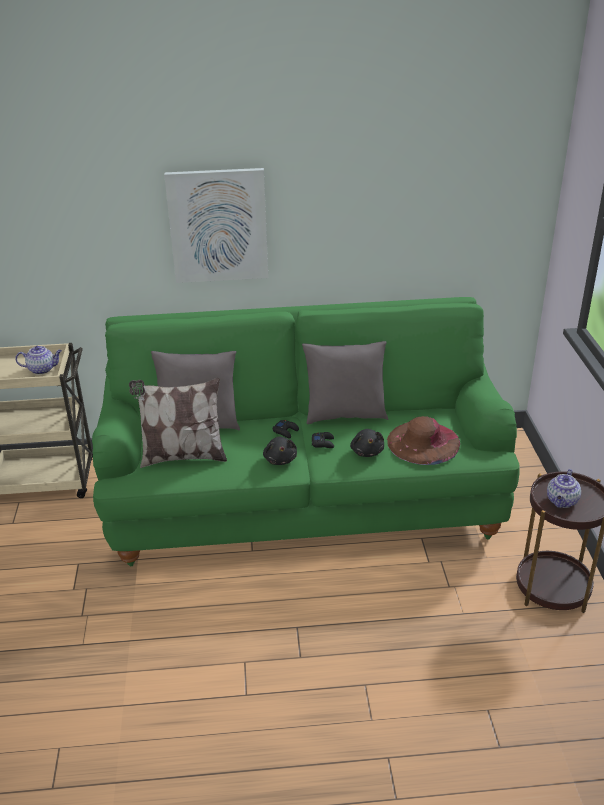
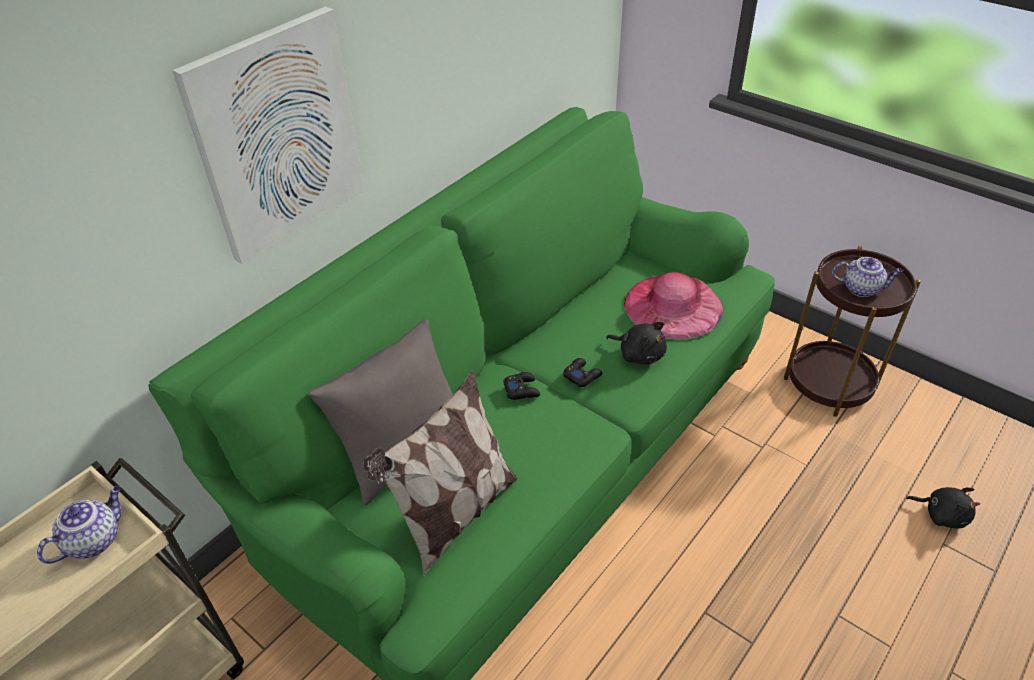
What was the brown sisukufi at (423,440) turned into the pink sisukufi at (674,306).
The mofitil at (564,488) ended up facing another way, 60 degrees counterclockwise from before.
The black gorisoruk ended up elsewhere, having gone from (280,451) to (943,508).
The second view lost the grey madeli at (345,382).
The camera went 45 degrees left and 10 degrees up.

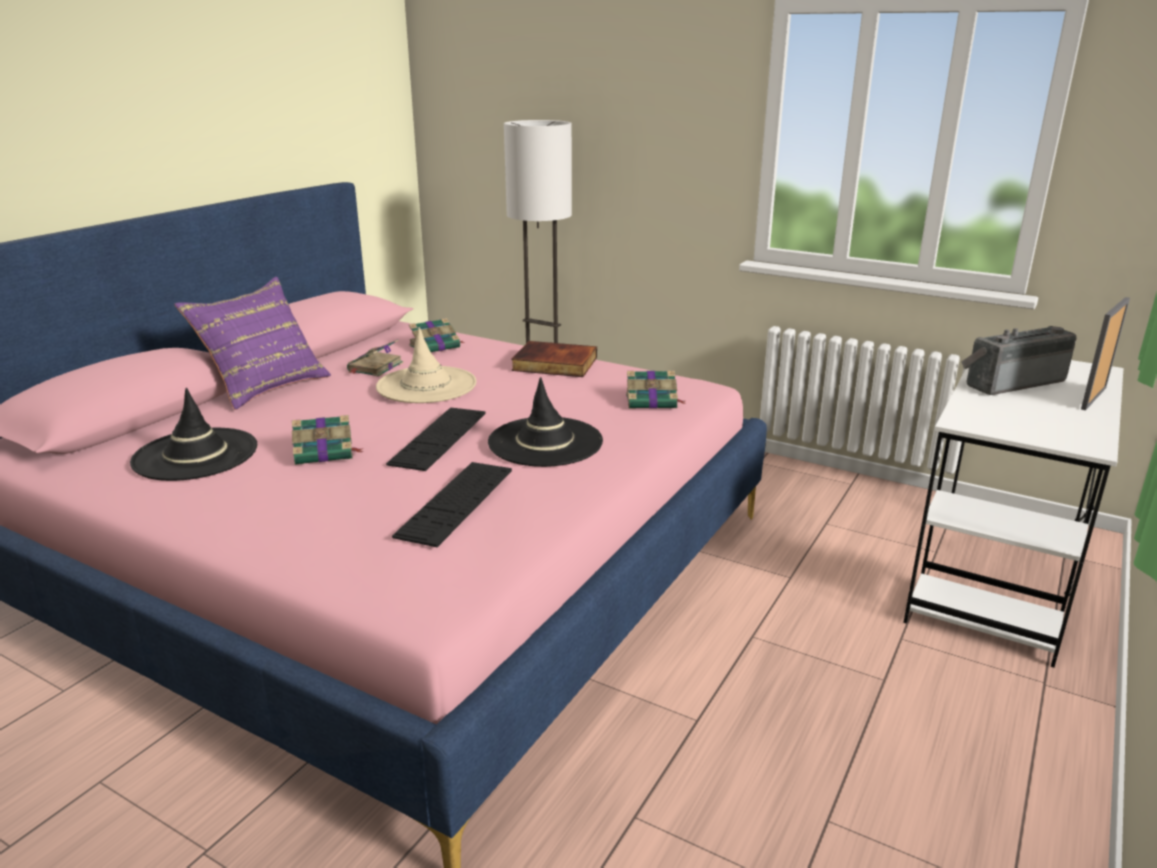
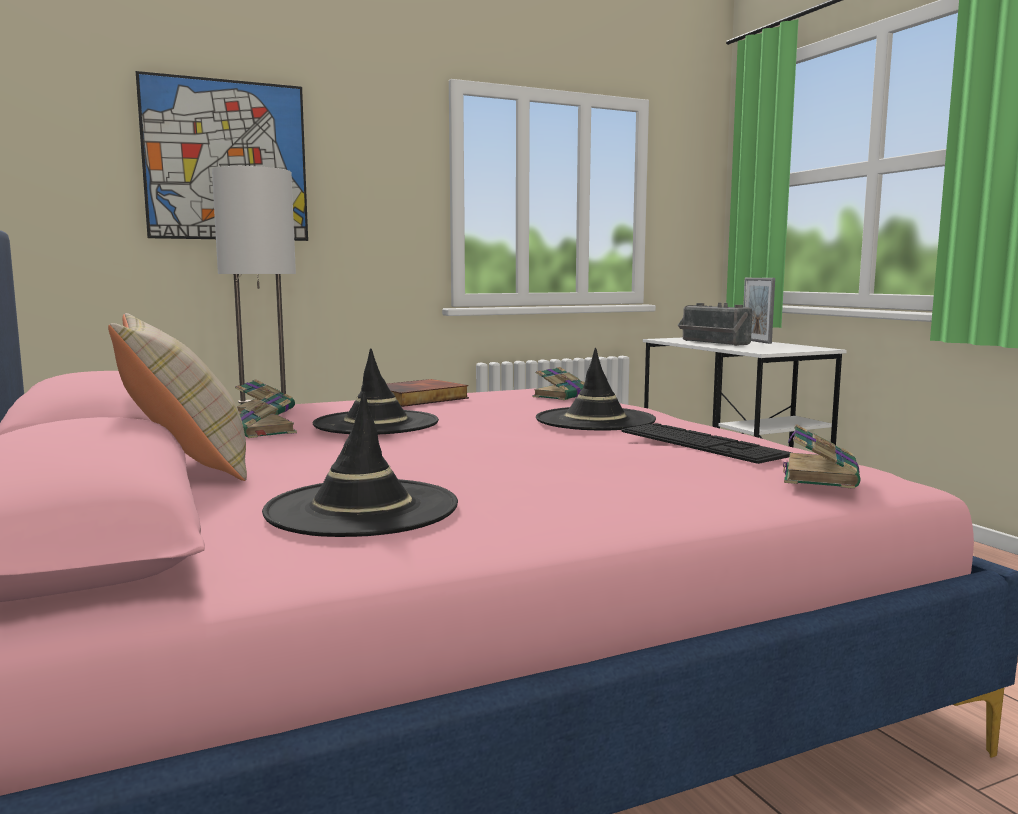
What was the purple madeli at (253,343) turned into the beige madeli at (177,397).
The second view gained the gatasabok at (222,156).
What was the beige sisukufi at (426,365) turned into the black sisukufi at (376,391).
The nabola at (1019,360) ended up facing another way, 45 degrees counterclockwise from before.
The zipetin ended up elsewhere, having gone from (328,440) to (821,456).
The second view lost the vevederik at (436,439).
The camera went 55 degrees left and 15 degrees down.

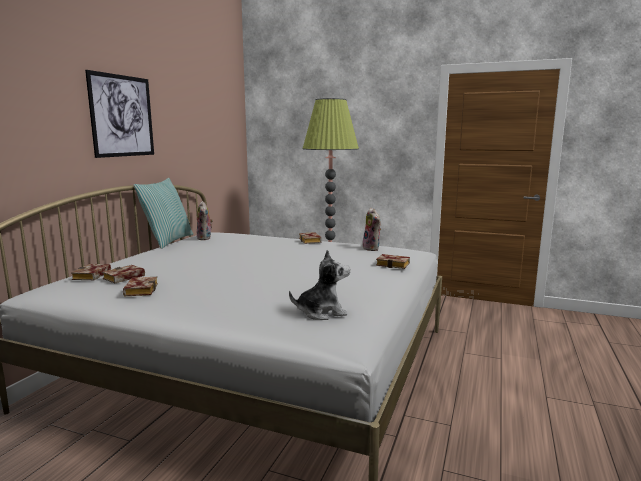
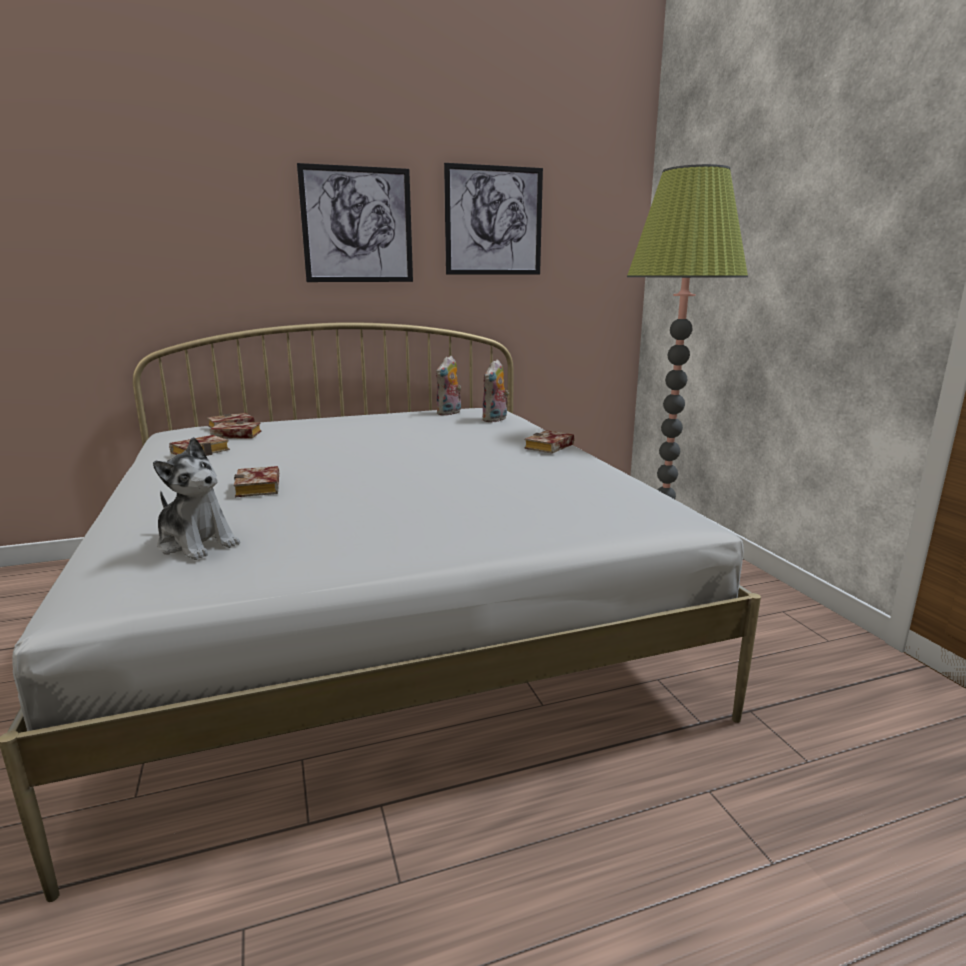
The zipetin ended up elsewhere, having gone from (393,261) to (256,481).
The second view gained the gatasabok at (493,218).
The gorisoruk ended up elsewhere, having gone from (371,229) to (496,390).
The second view lost the madeli at (163,213).
The camera went 50 degrees right and 5 degrees up.

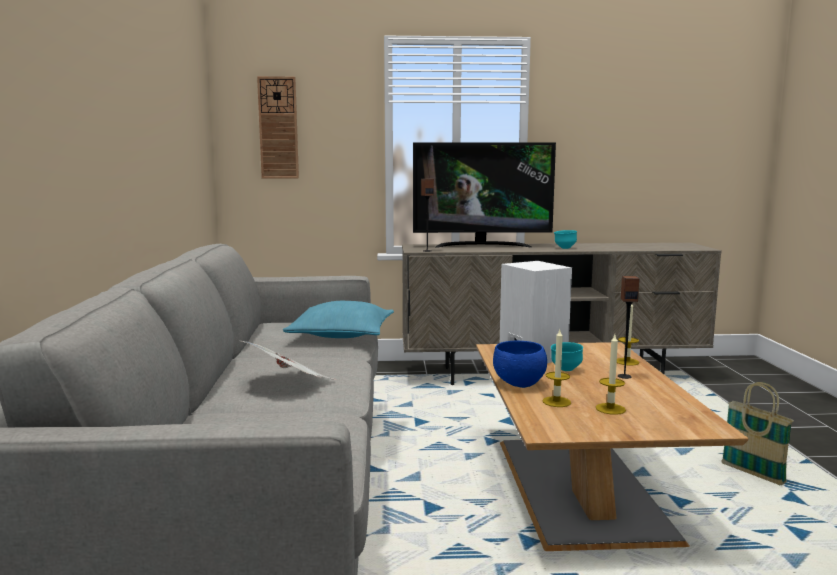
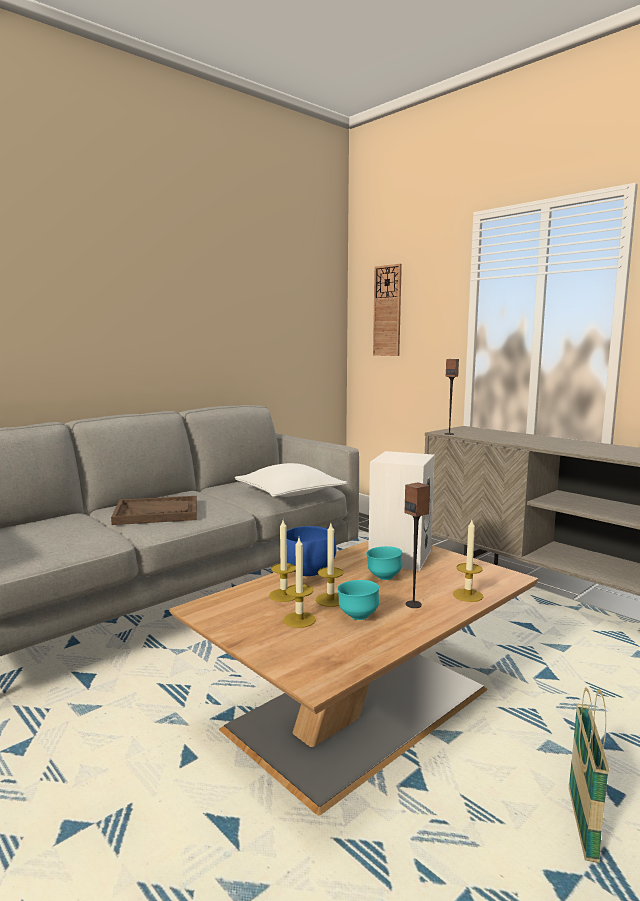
Where the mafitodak stood at (287,360), the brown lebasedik came to stand at (154,510).
What was the turquoise madeli at (338,319) turned into the white madeli at (291,480).
The second view gained the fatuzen at (330,565).
The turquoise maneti ended up elsewhere, having gone from (565,239) to (358,600).
The second view lost the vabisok at (484,195).
The camera went 50 degrees right and 0 degrees up.

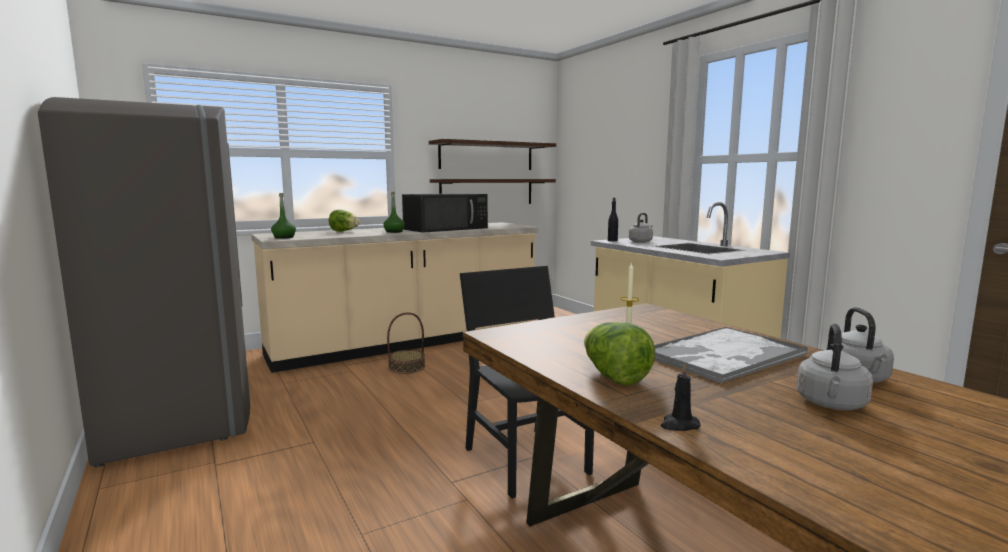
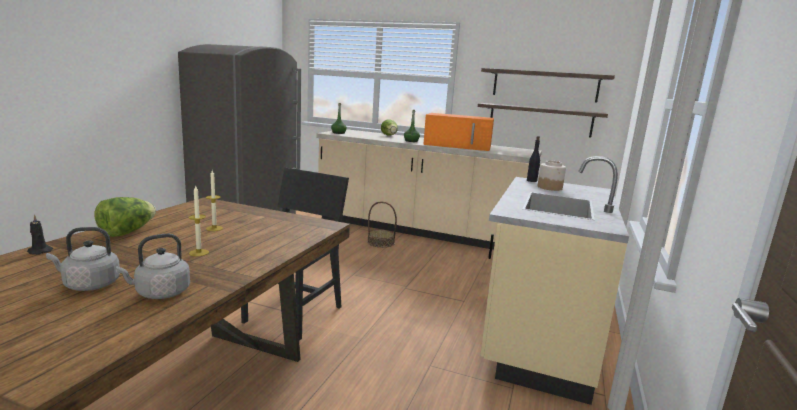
Where the lebasedik stood at (731,355), the fatuzen came to stand at (198,220).
What was the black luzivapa at (445,213) turned into the orange luzivapa at (458,132).
Where the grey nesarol stood at (641,228), the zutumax came to stand at (552,175).
The camera went 50 degrees right and 5 degrees up.

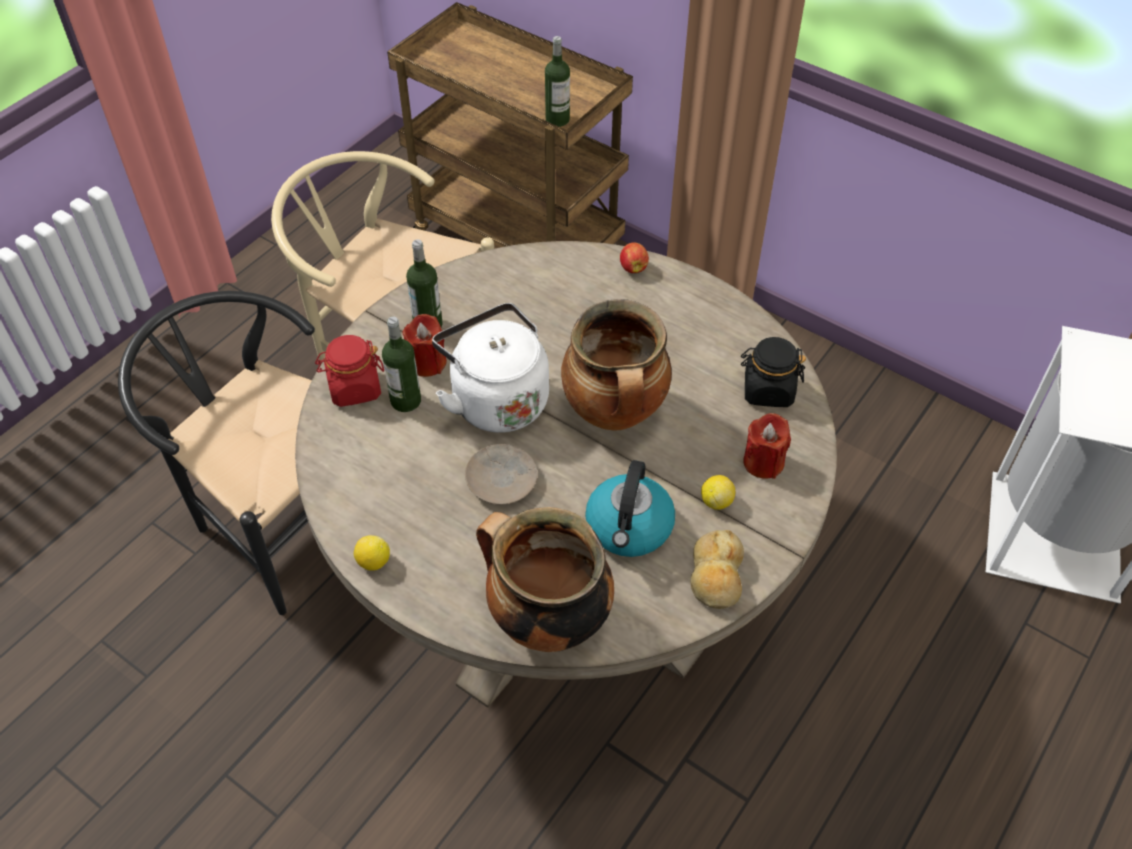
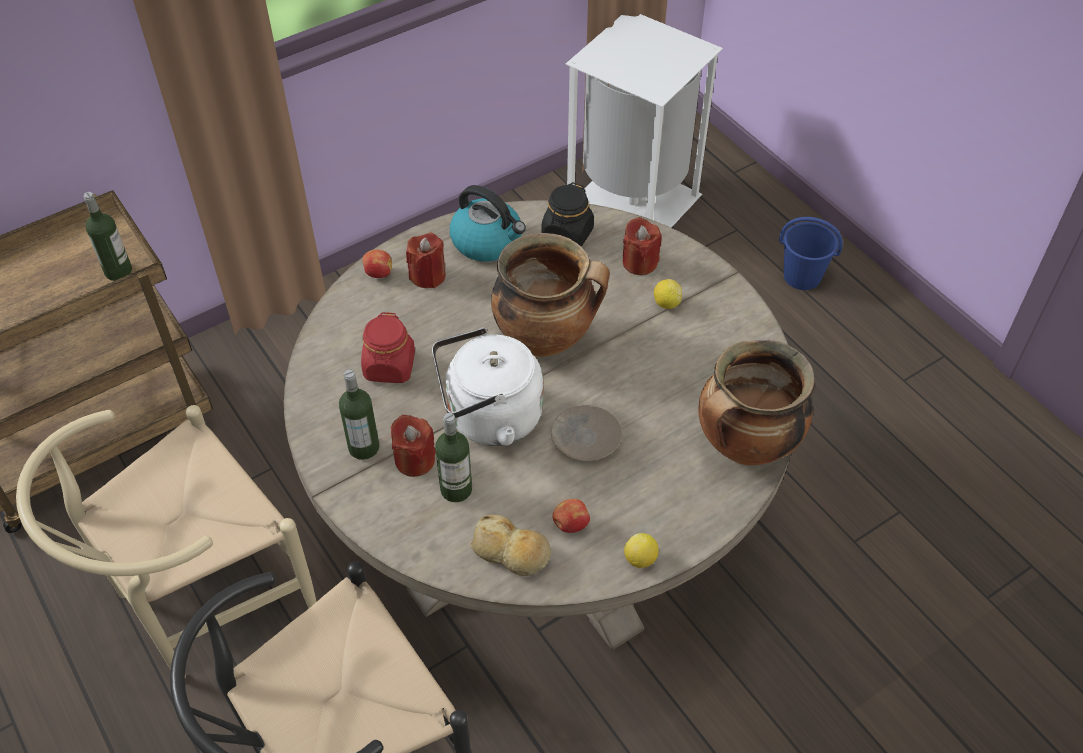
The red zutumax ended up elsewhere, having gone from (349,371) to (388,347).
The second view gained the red fatuzen at (426,260).
The nesarol ended up elsewhere, having gone from (630,508) to (488,223).
The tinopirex ended up elsewhere, having gone from (717,569) to (510,545).
The second view gained the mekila at (571,516).
The second view gained the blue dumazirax at (811,253).
The camera went 70 degrees left and 0 degrees up.

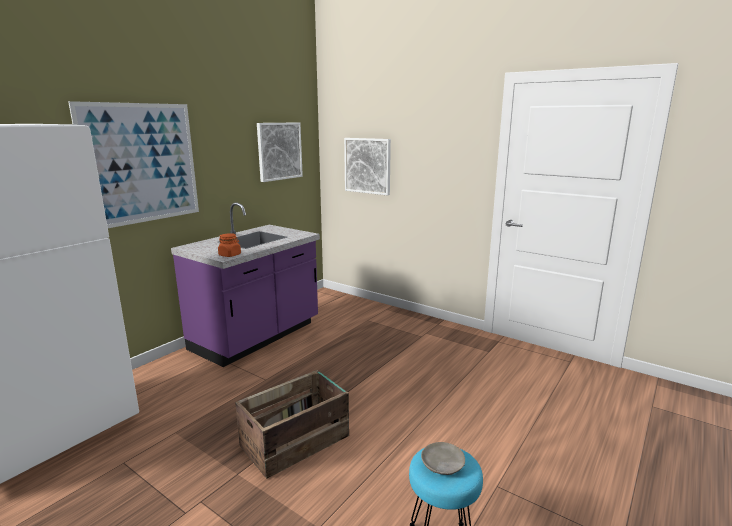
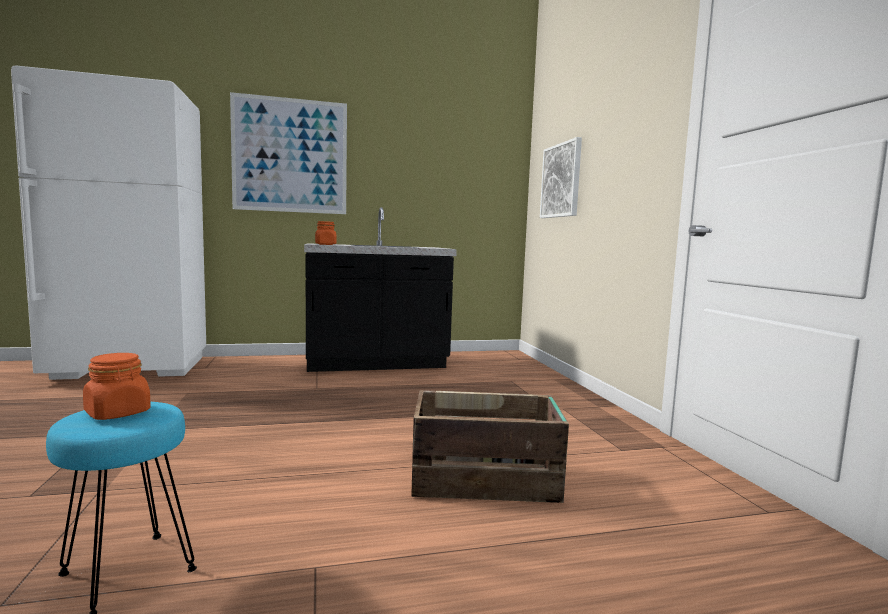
Where the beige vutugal stood at (443,458), the orange zutumax came to stand at (117,386).
What was the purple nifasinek at (245,284) turned into the black nifasinek at (380,289).
The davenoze ended up elsewhere, having gone from (292,424) to (490,446).
The second view lost the gatasabok at (280,152).
The camera went 40 degrees right and 10 degrees down.

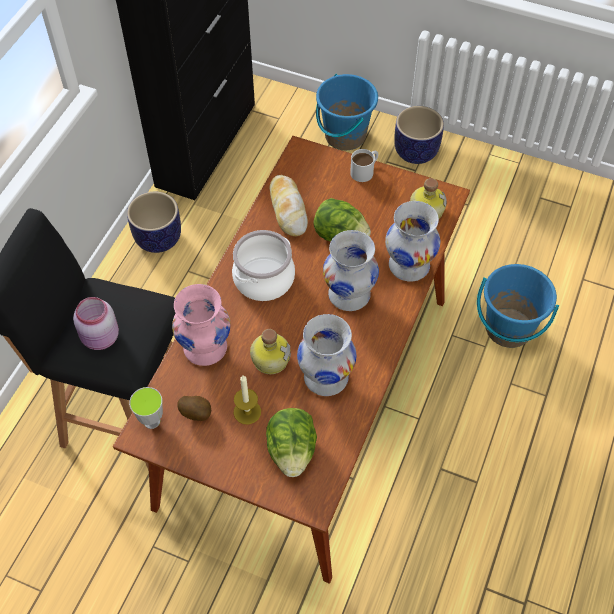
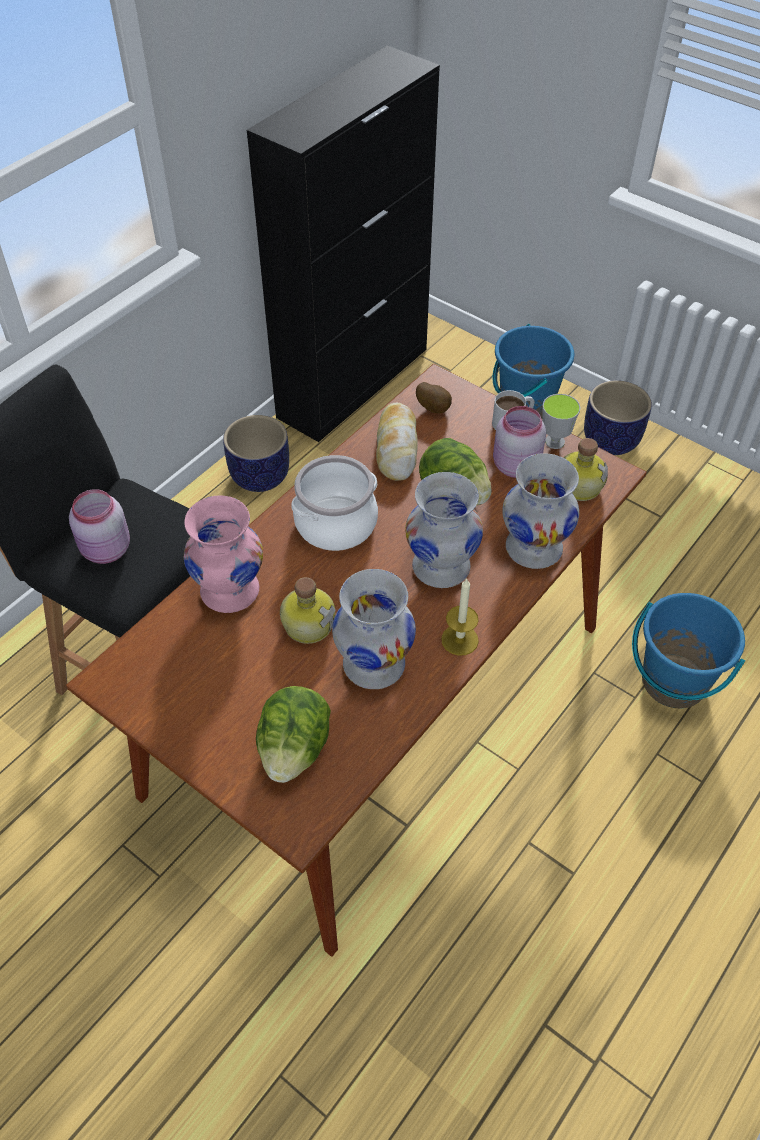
The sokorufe ended up elsewhere, having gone from (194,408) to (434,397).
The fatuzen ended up elsewhere, having gone from (247,400) to (460,617).
The second view gained the pink zutumax at (519,442).
The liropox ended up elsewhere, having gone from (146,408) to (561,421).
The camera went 15 degrees right and 5 degrees down.

